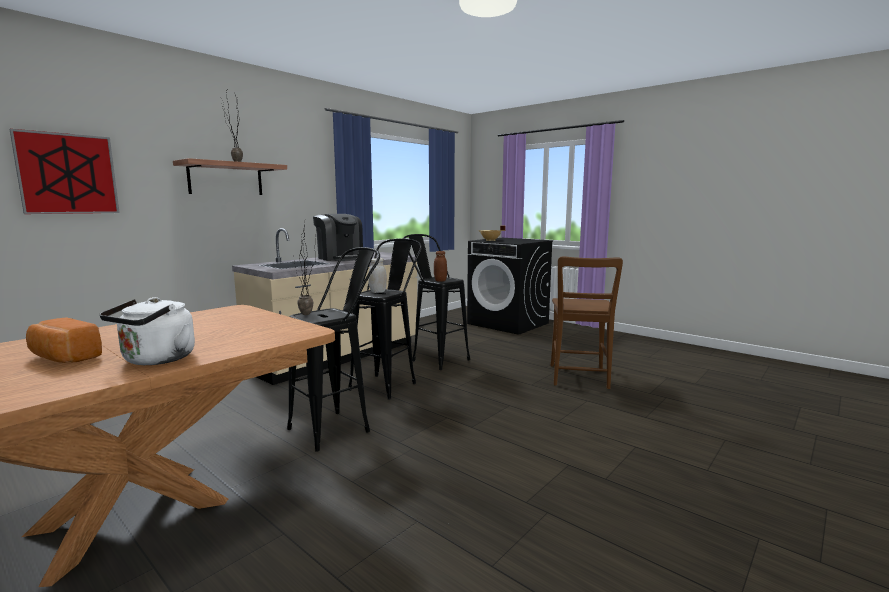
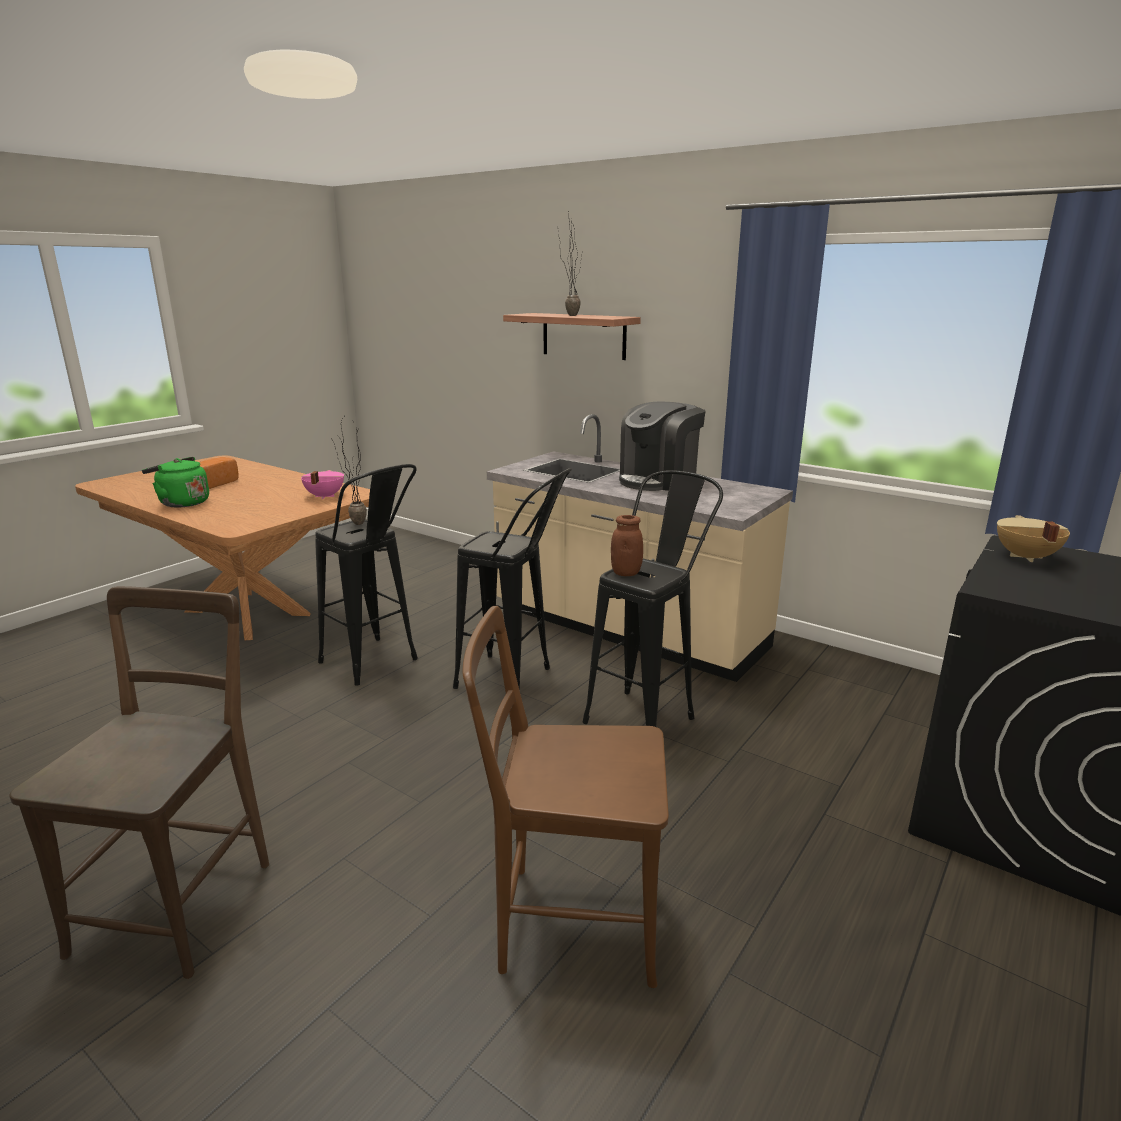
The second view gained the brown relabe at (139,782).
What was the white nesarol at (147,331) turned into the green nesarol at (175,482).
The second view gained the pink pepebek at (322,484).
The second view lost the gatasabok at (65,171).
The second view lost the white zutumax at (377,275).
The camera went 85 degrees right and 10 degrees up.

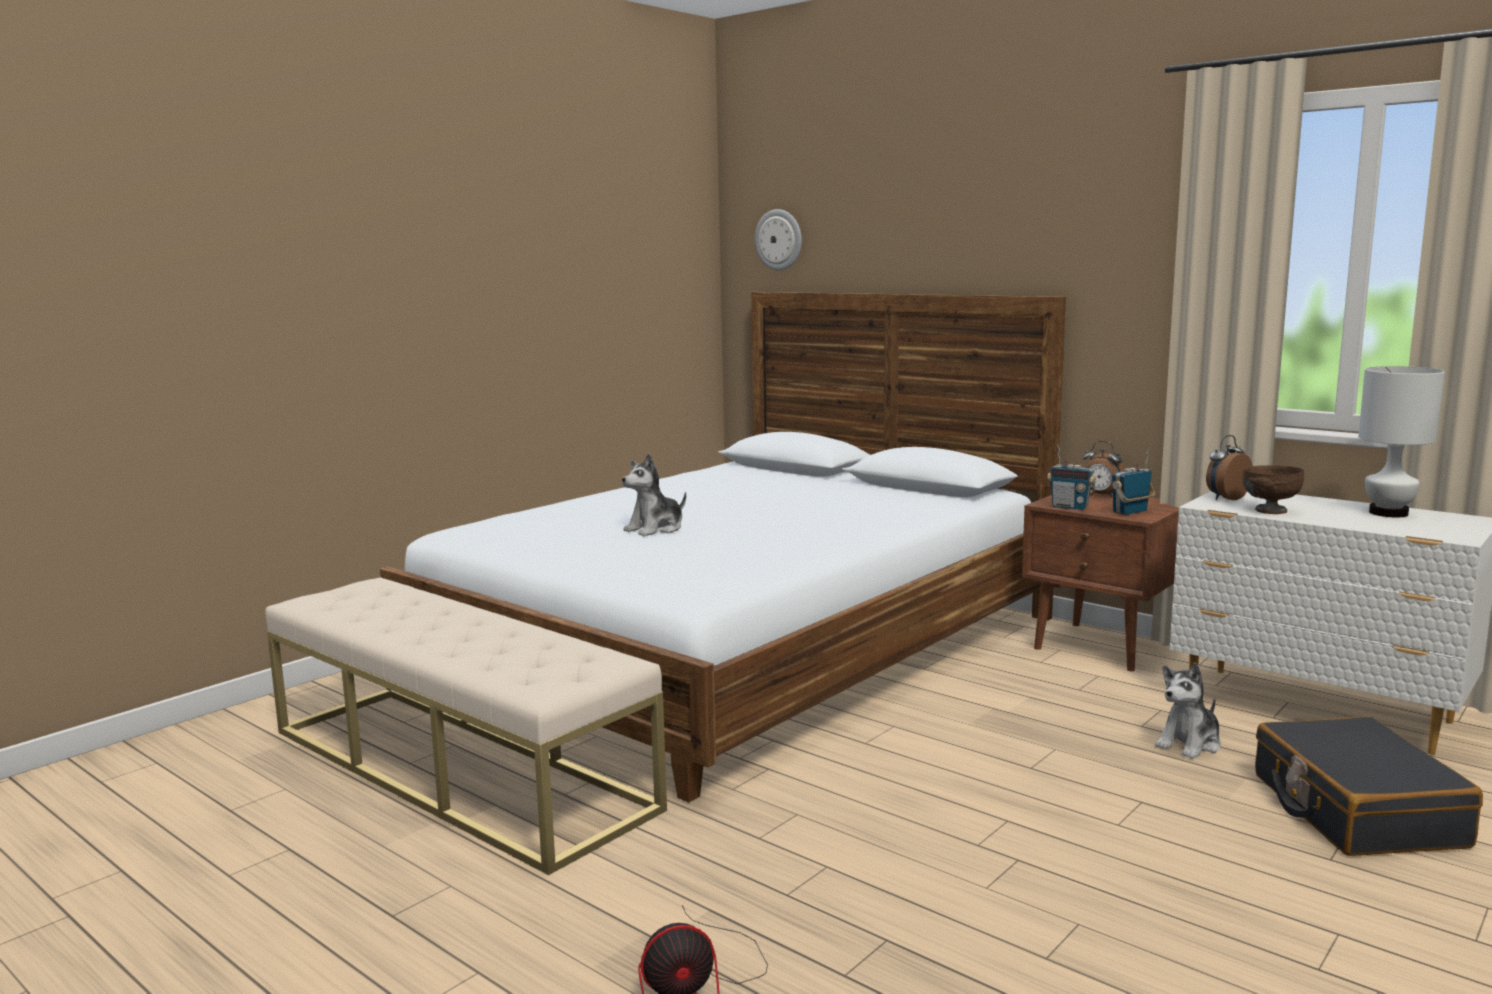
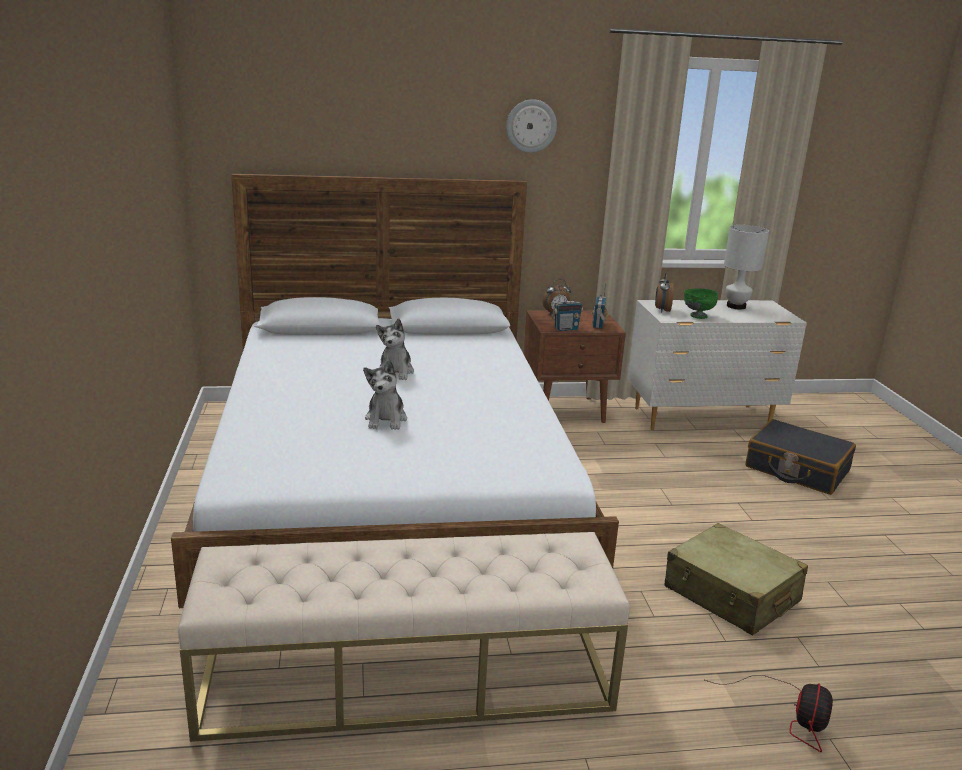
The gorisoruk ended up elsewhere, having gone from (1188,711) to (395,349).
The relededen ended up elsewhere, having gone from (778,239) to (531,126).
The second view gained the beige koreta at (736,579).
What was the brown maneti at (1274,489) turned into the green maneti at (701,303).
The camera went 50 degrees left and 10 degrees up.

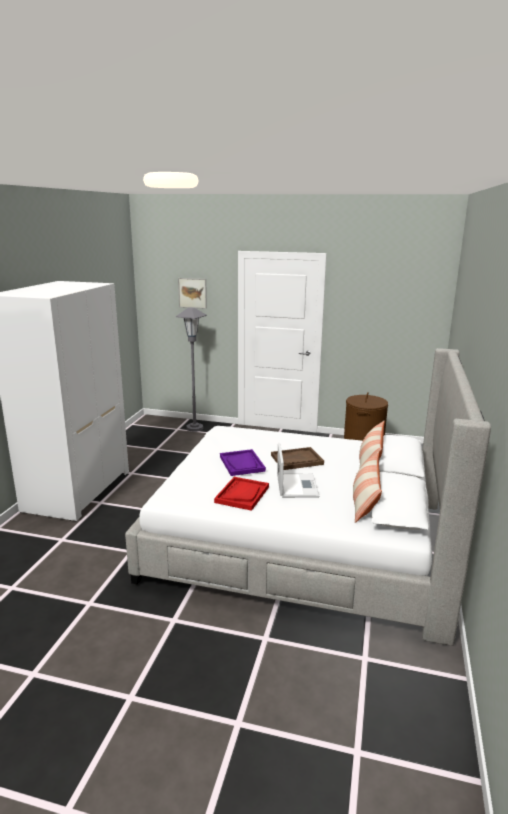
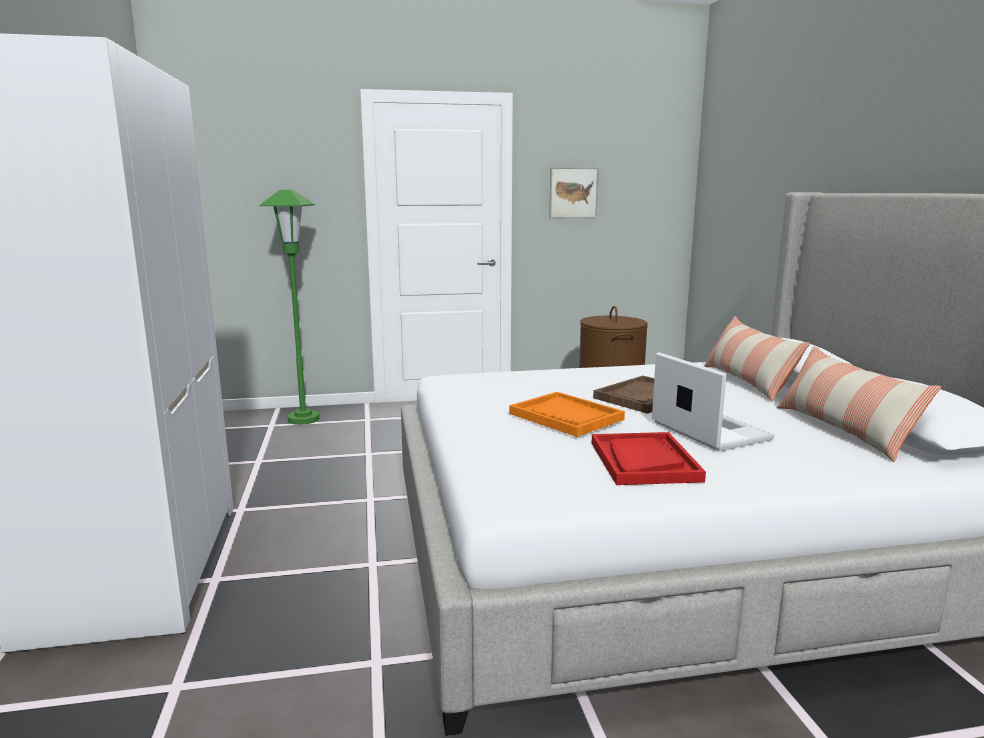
What was the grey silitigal at (191,369) turned into the green silitigal at (289,307).
What was the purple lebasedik at (243,462) turned into the orange lebasedik at (567,414).
The gatasabok ended up elsewhere, having gone from (192,293) to (574,193).
The camera went 25 degrees left and 5 degrees down.

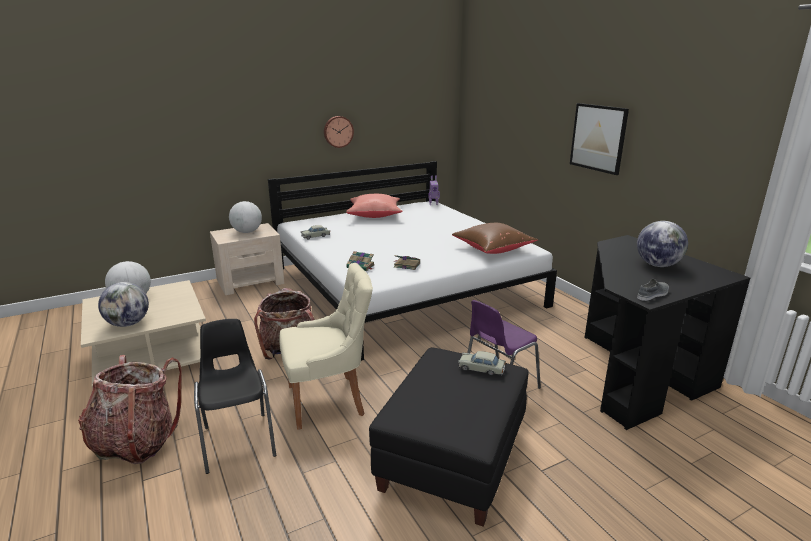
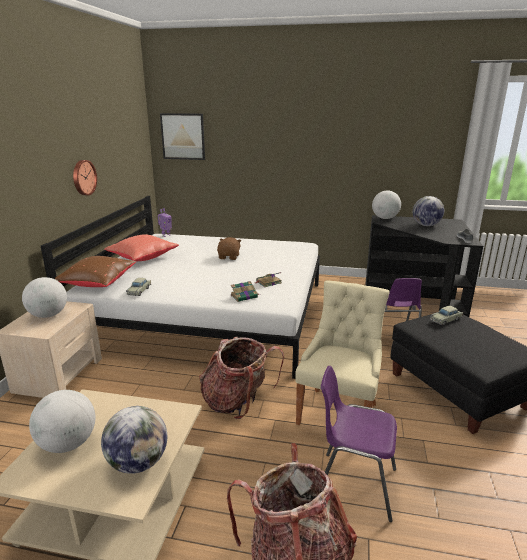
The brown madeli ended up elsewhere, having gone from (495,238) to (95,271).
The gatasabok ended up elsewhere, having gone from (599,139) to (182,136).
The second view gained the brown gorisoruk at (229,248).
What was the black relabe at (235,396) turned into the purple relabe at (359,444).
The second view gained the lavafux at (386,205).
The camera went 50 degrees left and 0 degrees up.

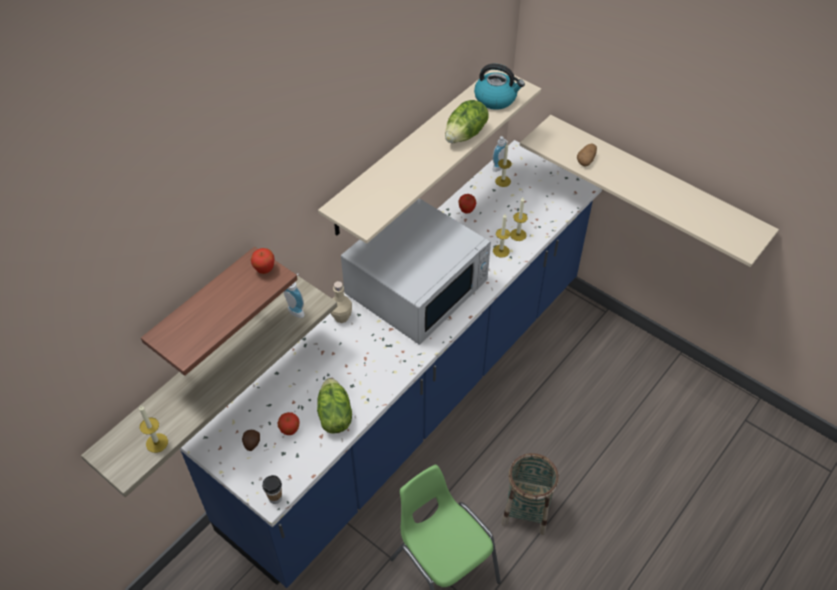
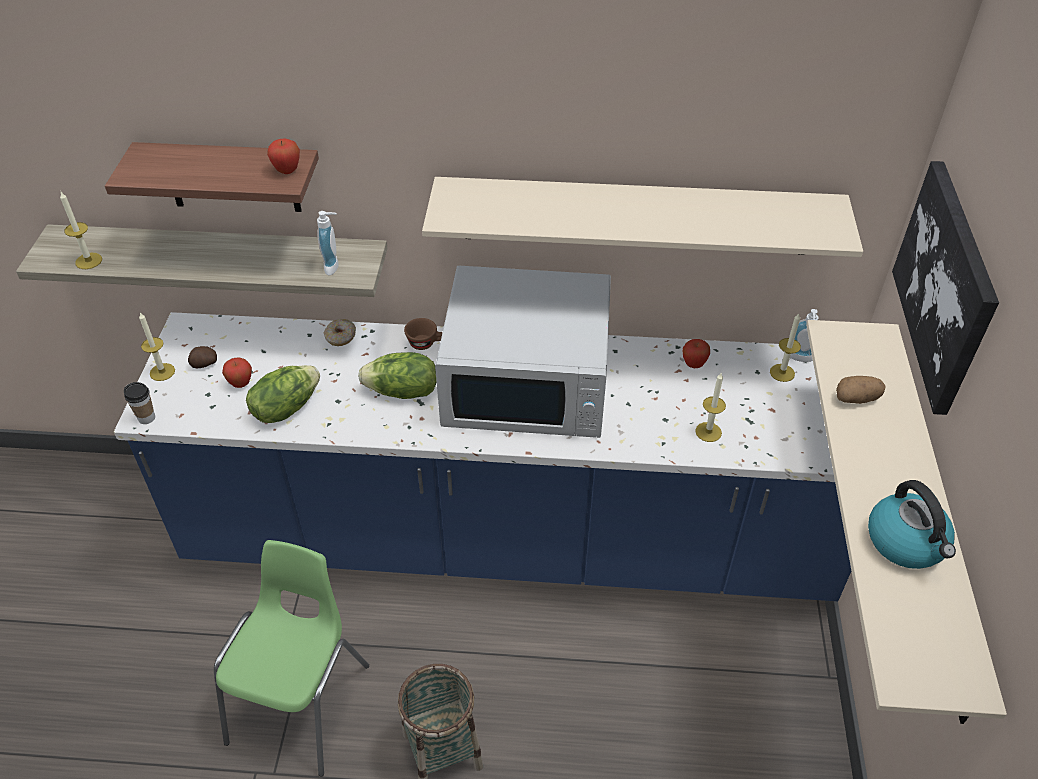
The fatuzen ended up elsewhere, having gone from (501,236) to (157,346).
The second view gained the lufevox at (340,332).
The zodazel ended up elsewhere, having gone from (466,121) to (397,375).
Where the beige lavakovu stood at (341,302), the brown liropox came to stand at (423,334).
The nesarol ended up elsewhere, having gone from (499,87) to (912,524).
The second view gained the gatasabok at (945,288).
The camera went 55 degrees right and 5 degrees down.

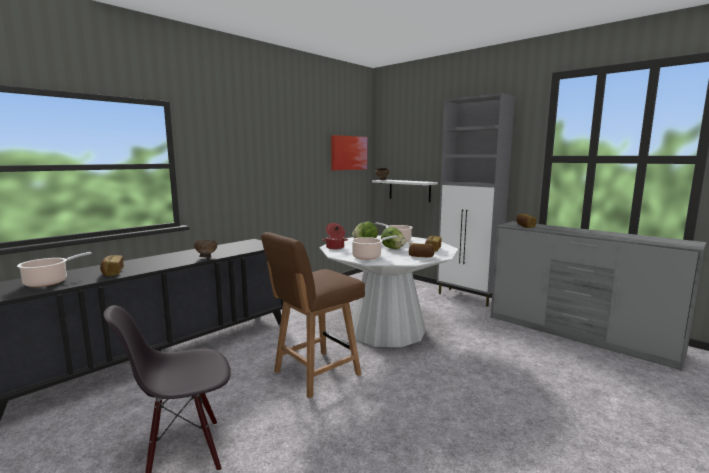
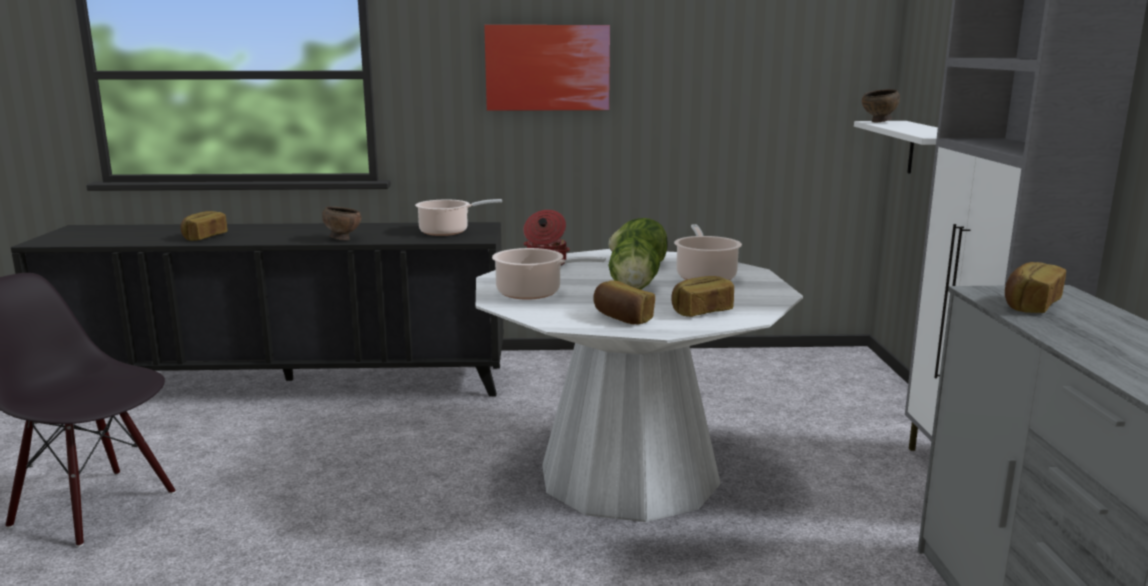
The pepebek ended up elsewhere, having gone from (54,269) to (458,217).
The gatasabok ended up elsewhere, having gone from (349,152) to (547,68).
The second view lost the brown relabe at (313,315).
The camera went 45 degrees right and 5 degrees up.

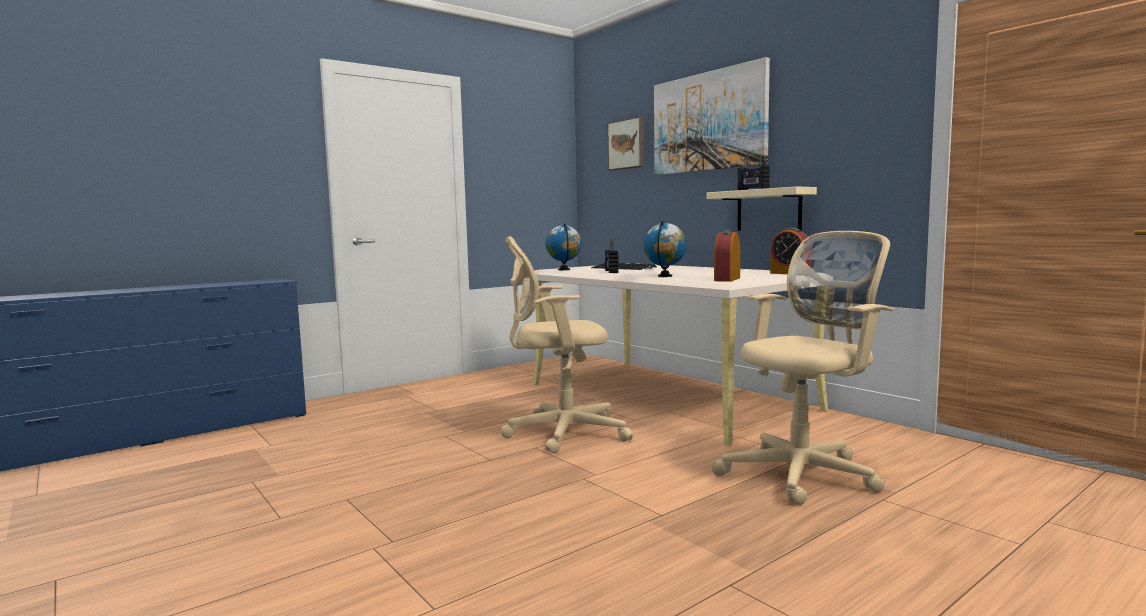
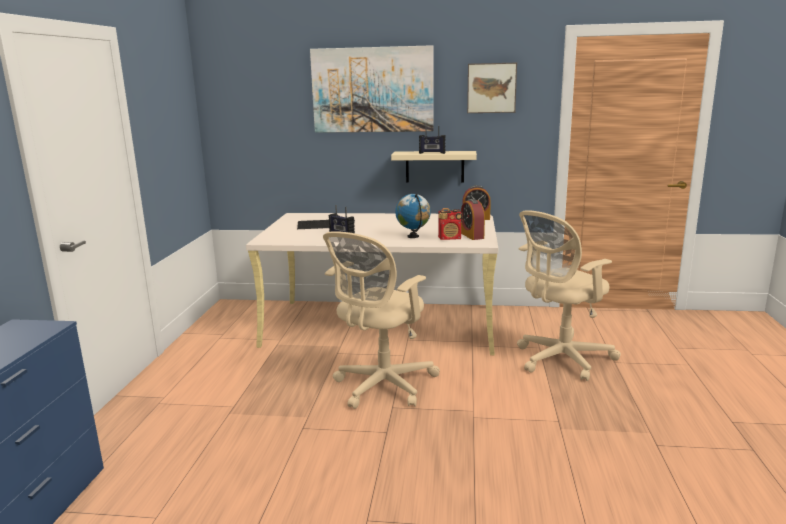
The second view gained the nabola at (450,224).
The gatasabok ended up elsewhere, having gone from (626,143) to (492,88).
The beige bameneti at (803,368) ended up facing another way, 135 degrees counterclockwise from before.
The second view lost the lavafux at (563,247).
The camera went 45 degrees left and 10 degrees up.

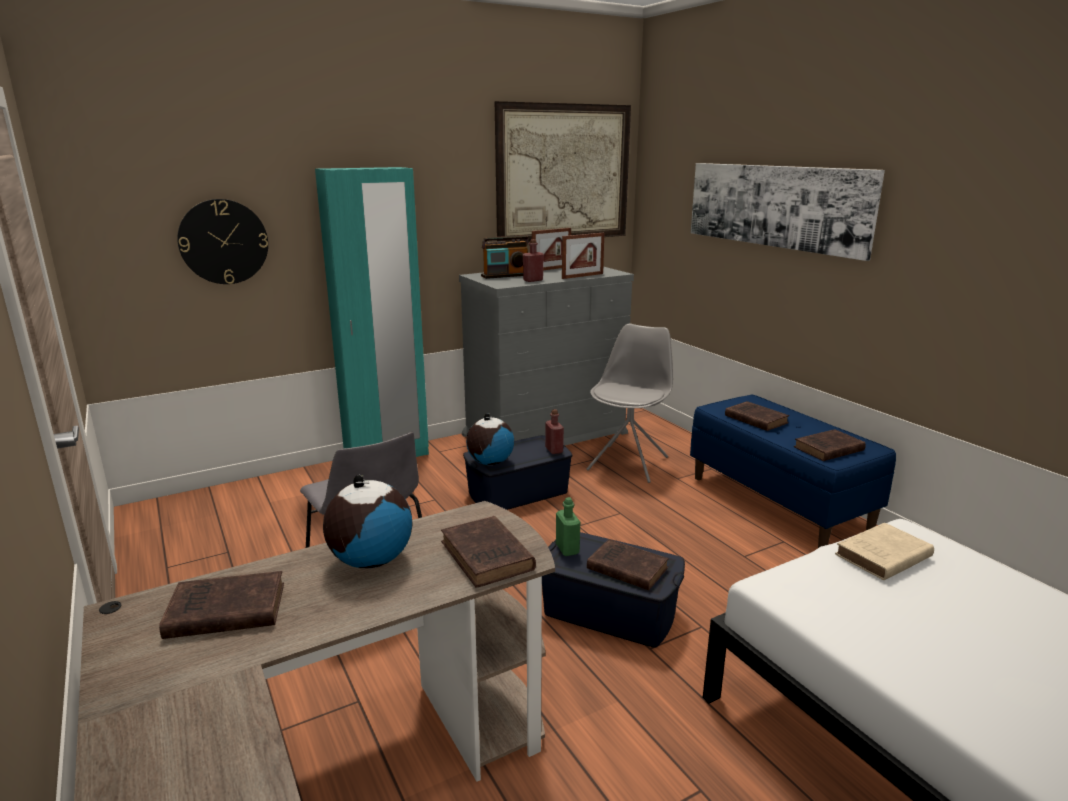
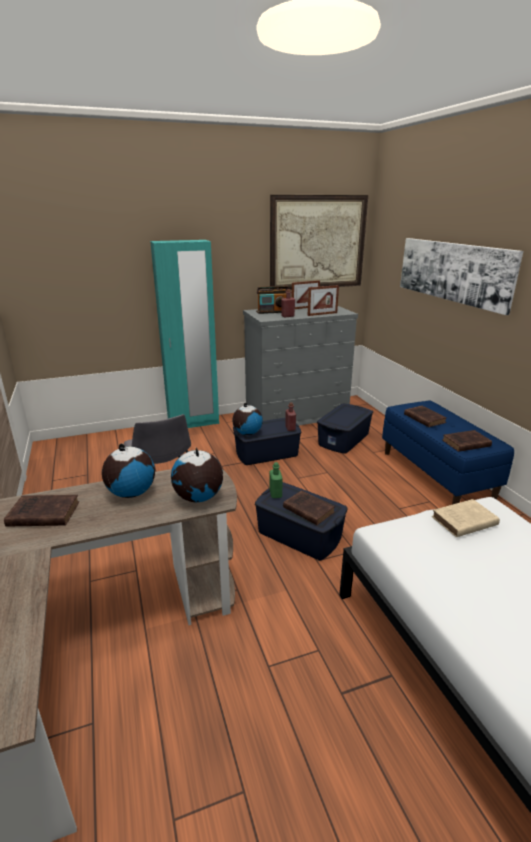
Where the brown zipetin stood at (488,552), the lavafux came to stand at (197,475).
Where the grey relabe stood at (629,403), the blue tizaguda came to stand at (345,429).
The second view lost the relededen at (222,241).
The camera went 10 degrees right and 5 degrees up.

